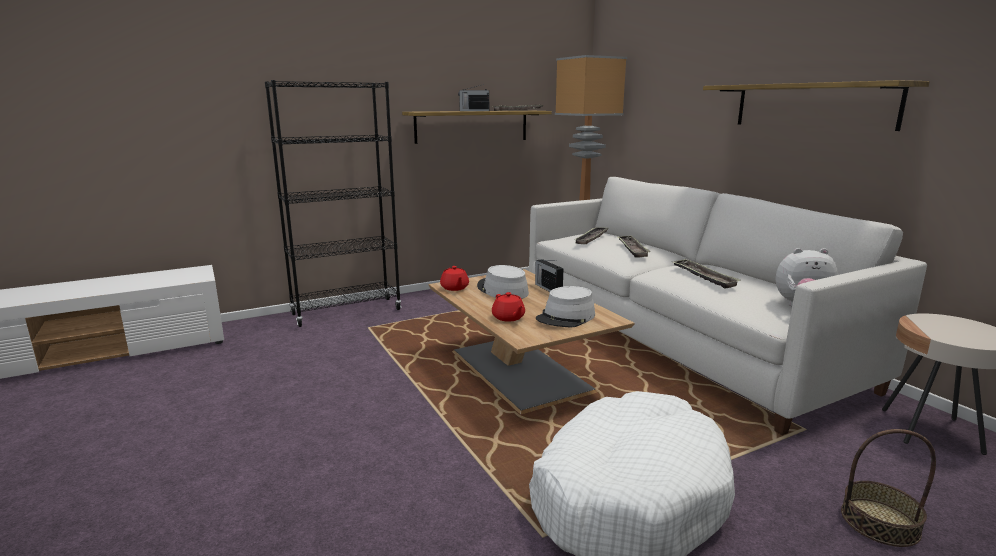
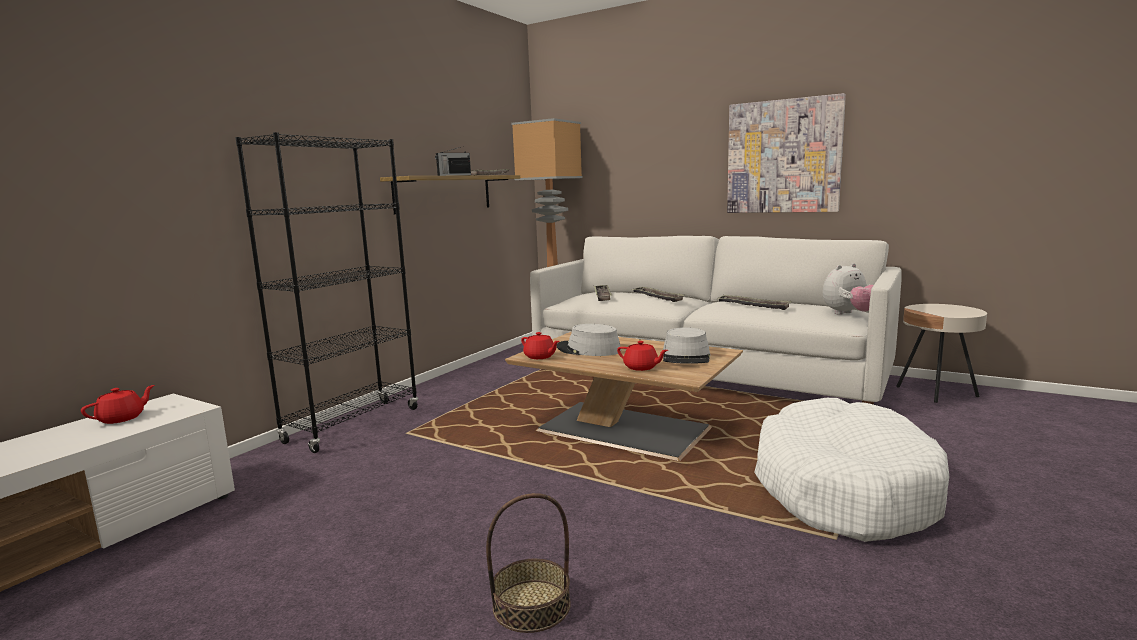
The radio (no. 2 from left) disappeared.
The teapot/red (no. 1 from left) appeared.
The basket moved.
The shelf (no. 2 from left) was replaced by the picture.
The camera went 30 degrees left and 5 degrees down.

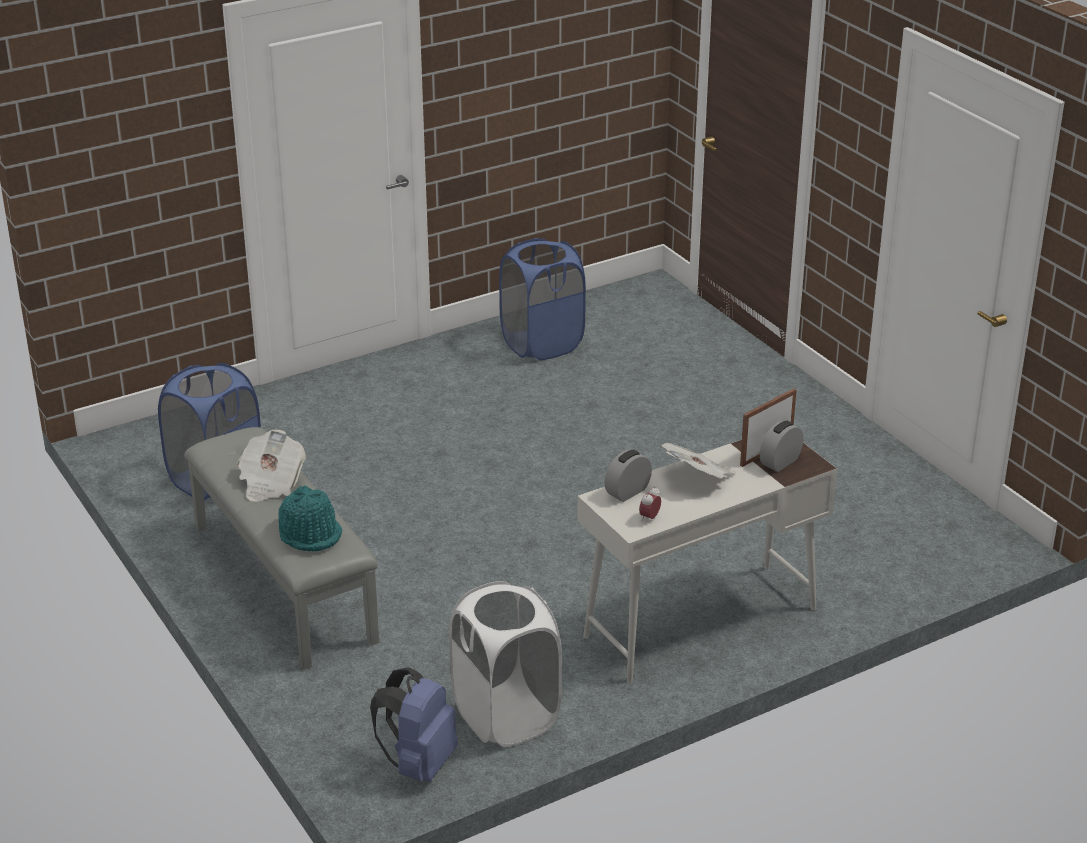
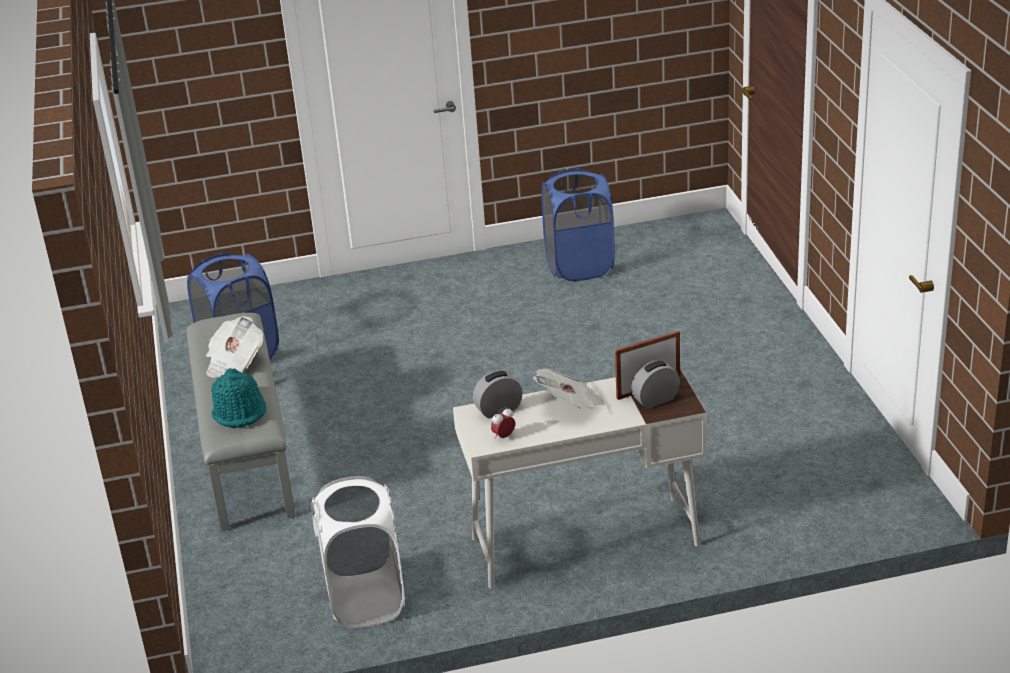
The backpack/blue disappeared.
The camera went 20 degrees right and 0 degrees up.

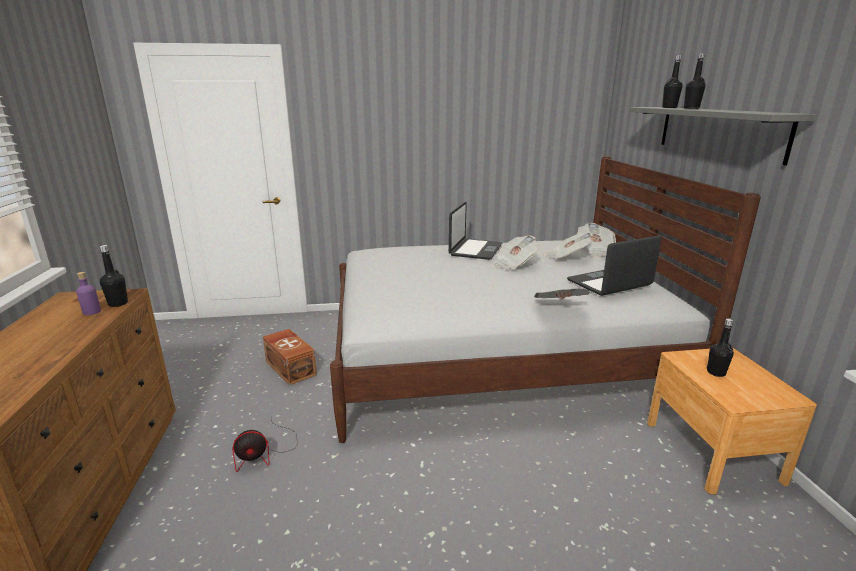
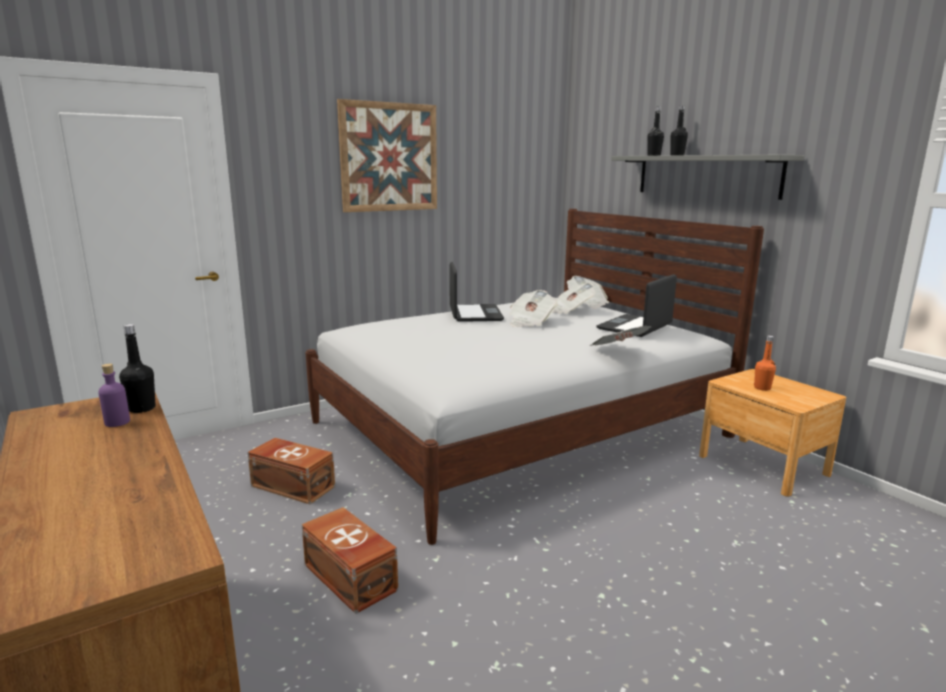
The picture appeared.
The fan was replaced by the storage box/brown (no. 2 from left).
The bottle/black (no. 4 from left) became the bottle/orange.
The camera went 25 degrees left and 5 degrees down.

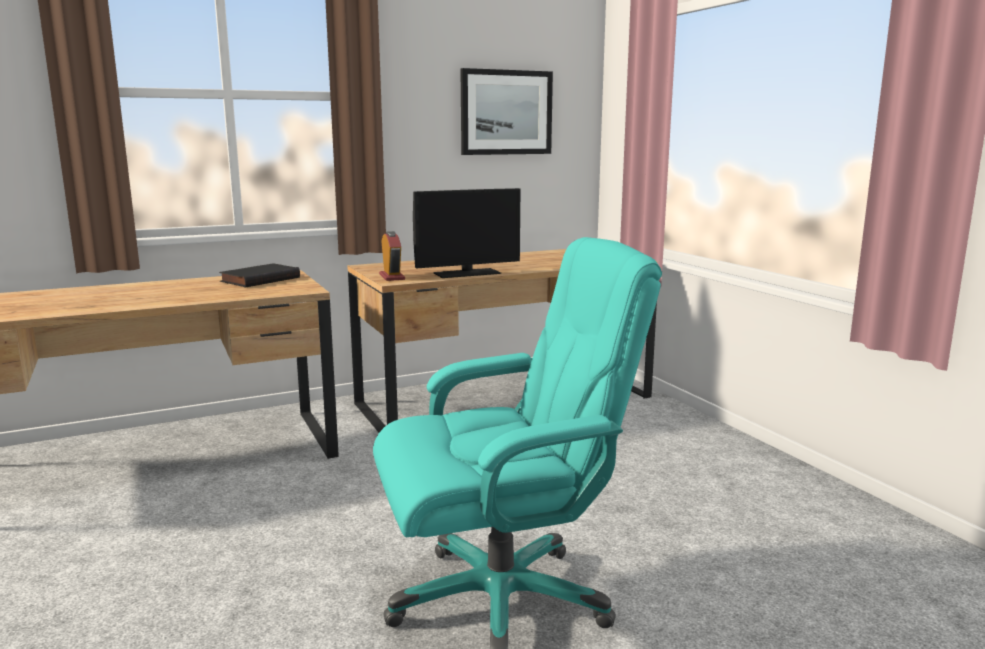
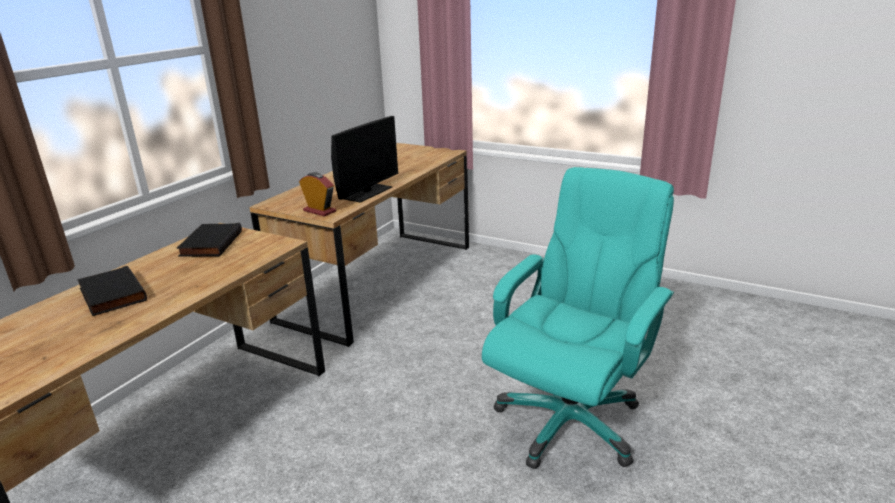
The picture disappeared.
The book/black (no. 1 from left) appeared.
The camera went 35 degrees left and 10 degrees up.

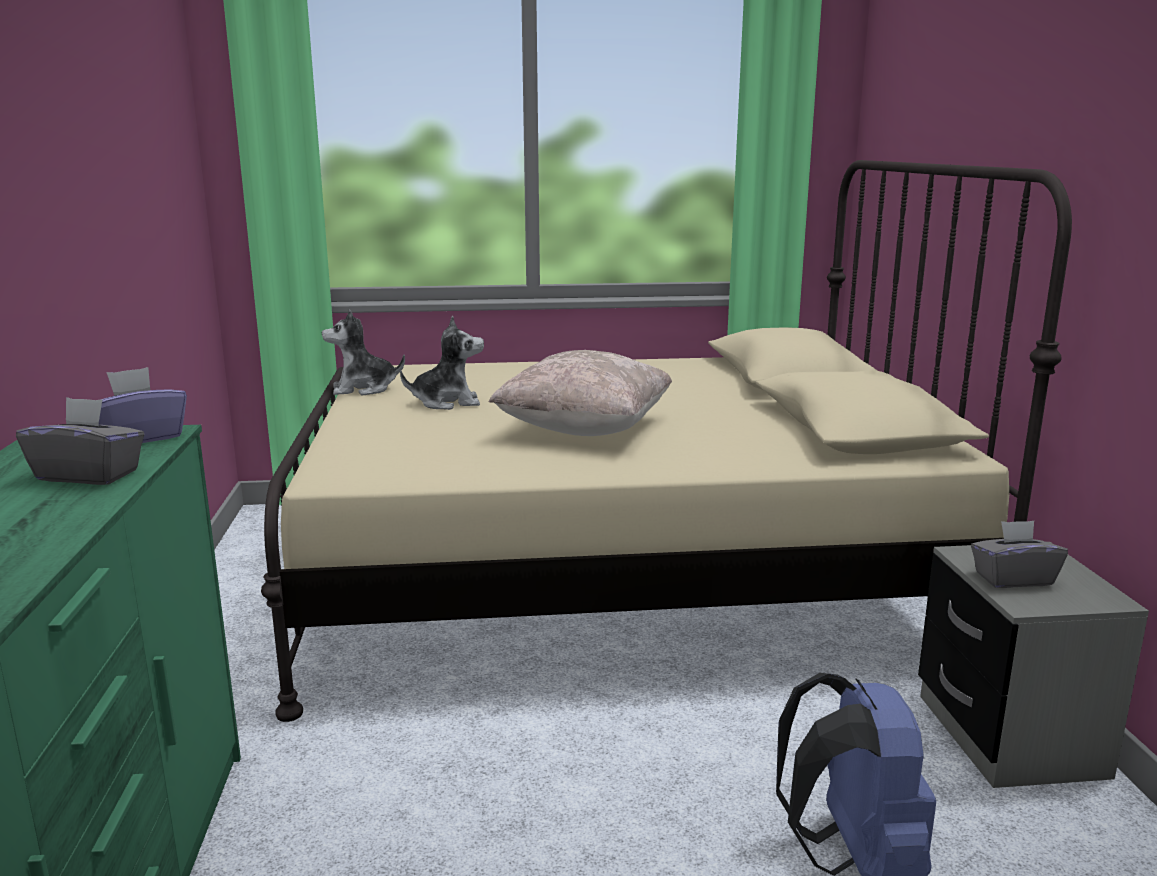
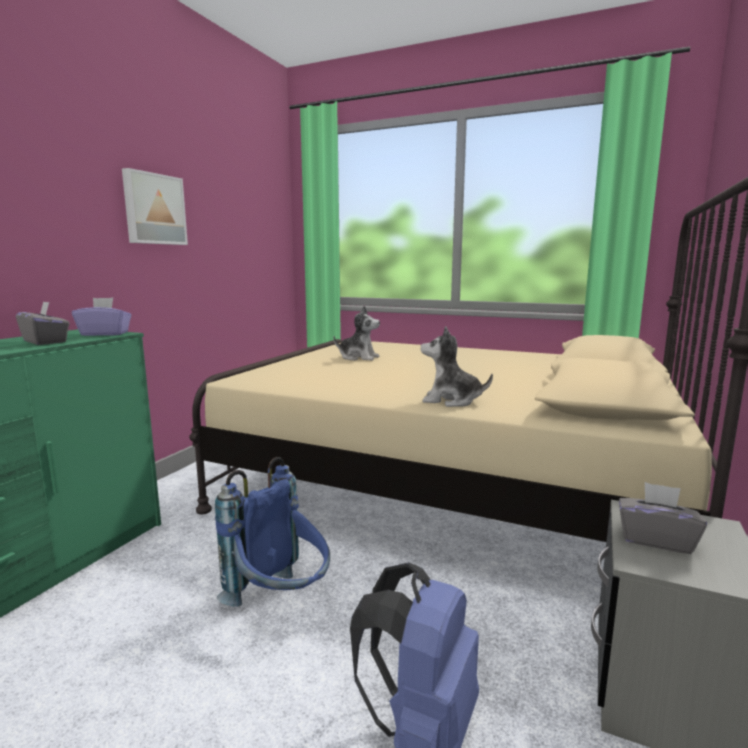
The pillow/beige disappeared.
The picture appeared.
The backpack/blue (no. 1 from left) appeared.
The plush toy (no. 1 from left in the first image) moved.
The camera went 30 degrees right and 5 degrees down.

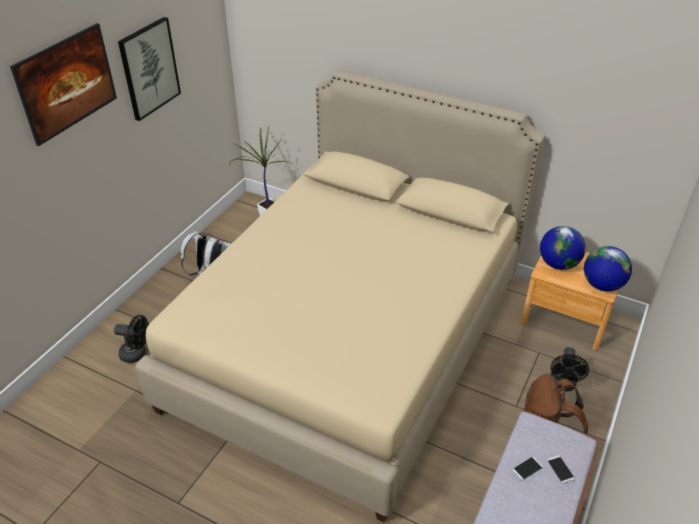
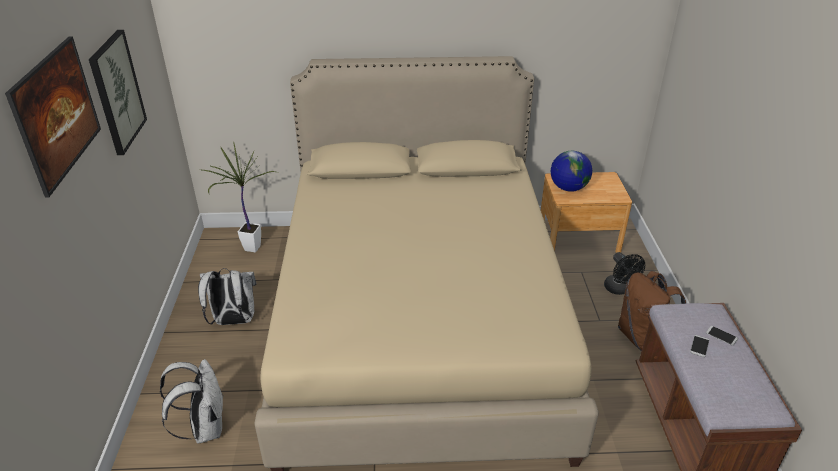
The globe (no. 2 from left) disappeared.
The fan/black (no. 1 from left) was replaced by the backpack/white (no. 1 from left).
The camera went 30 degrees left and 5 degrees down.

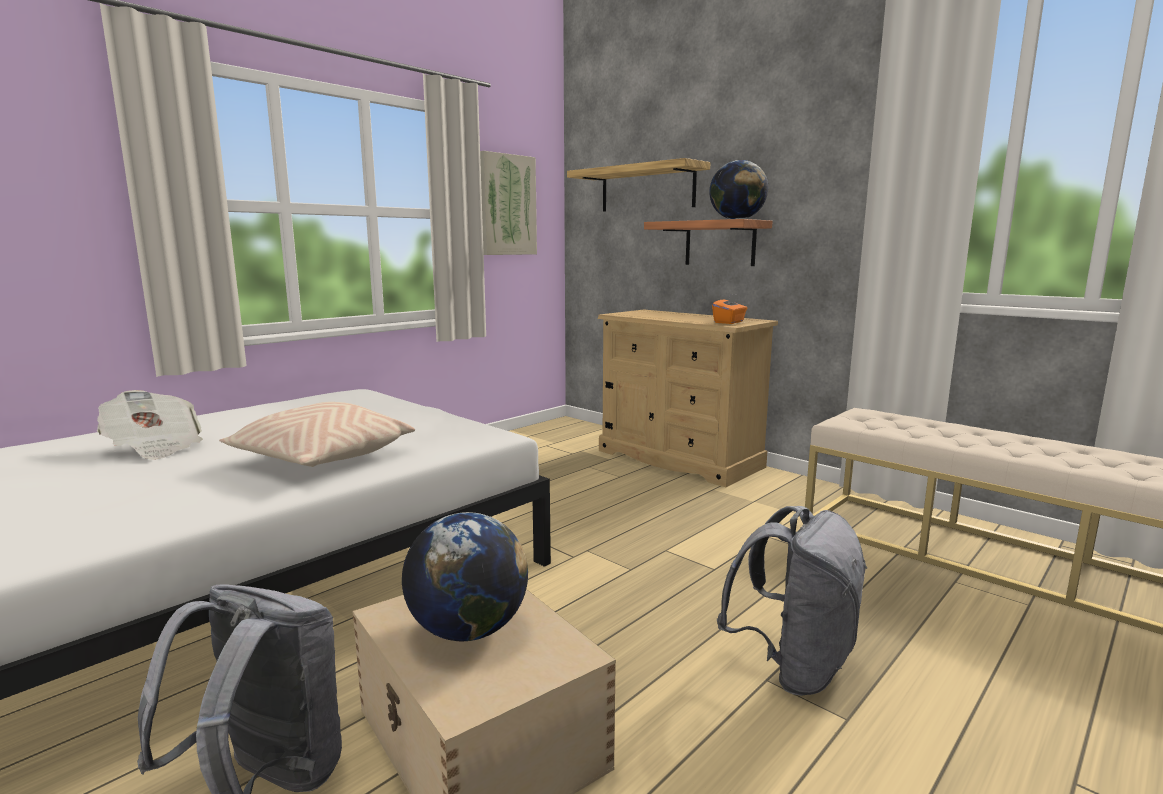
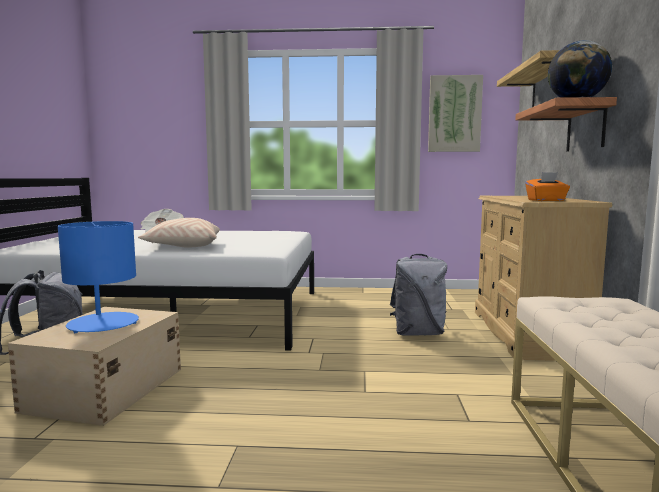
The backpack/grey (no. 2 from left) moved.
The globe (no. 1 from left) was replaced by the table lamp/blue.
The camera went 50 degrees right and 5 degrees down.

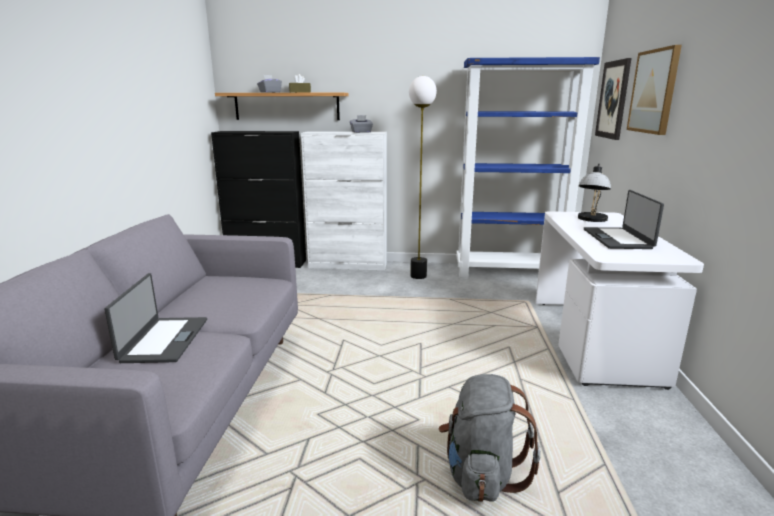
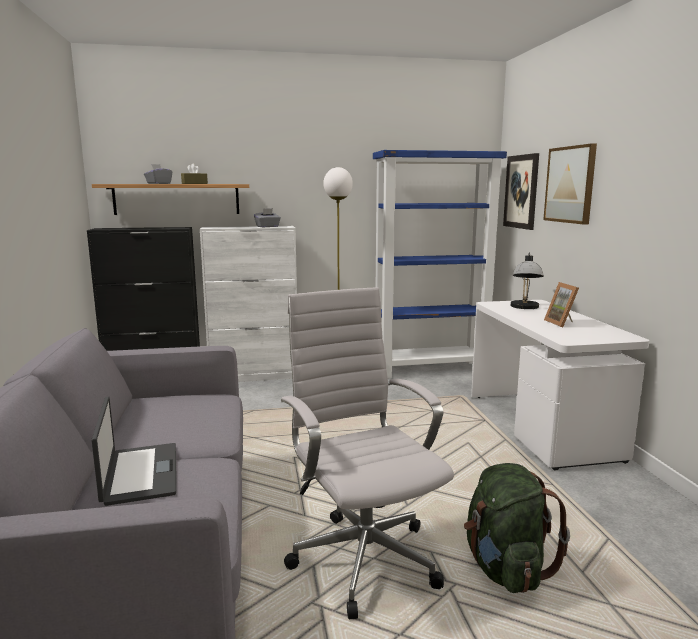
The office chair/white appeared.
The laptop (no. 2 from left) was replaced by the picture frame.
The backpack/grey became the backpack/green.
The camera went 15 degrees left and 5 degrees down.

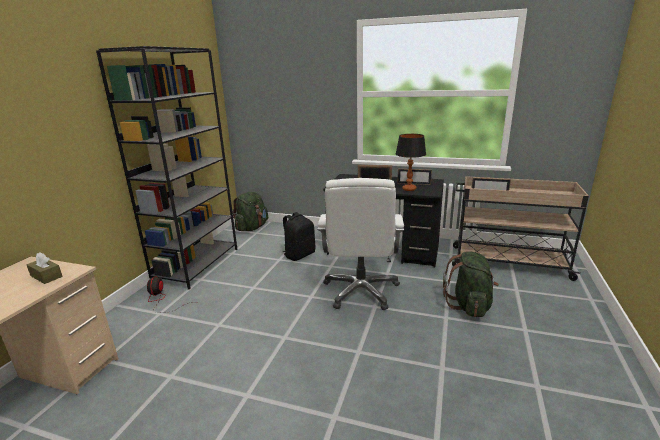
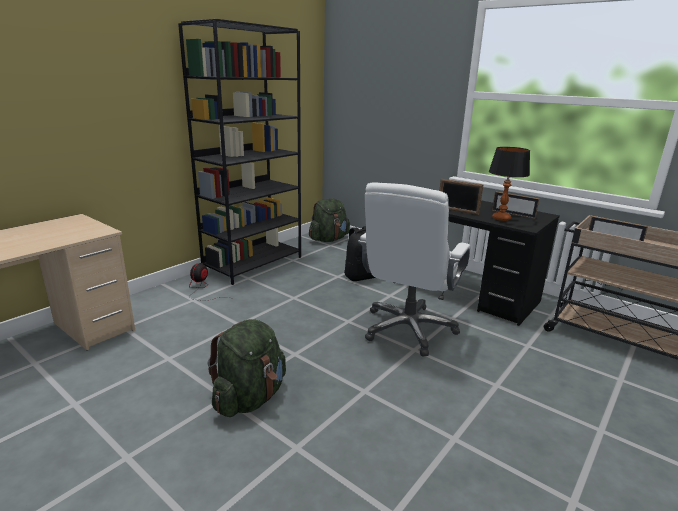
The tissue box/brown disappeared.
The backpack/green (no. 2 from left in the first image) moved.
The camera went 20 degrees right and 0 degrees up.

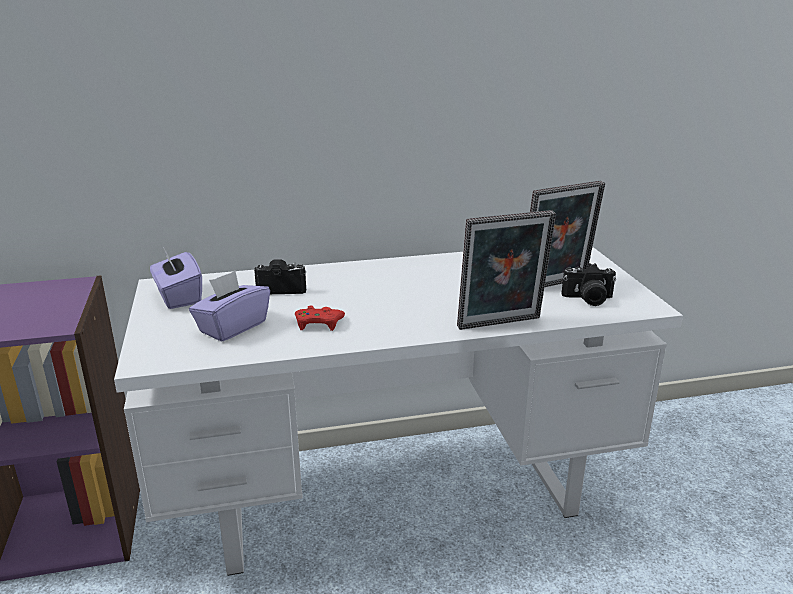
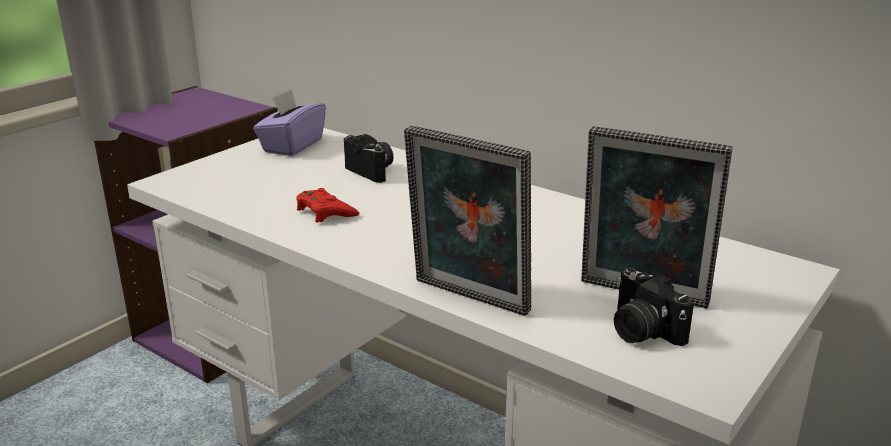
The tissue box/purple (no. 2 from left) disappeared.
The camera went 50 degrees right and 0 degrees up.

